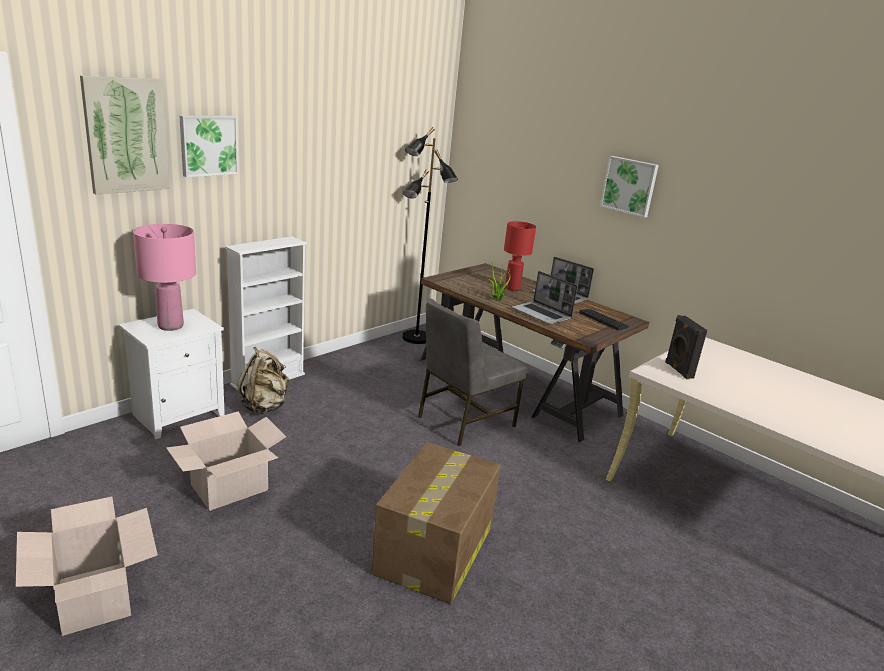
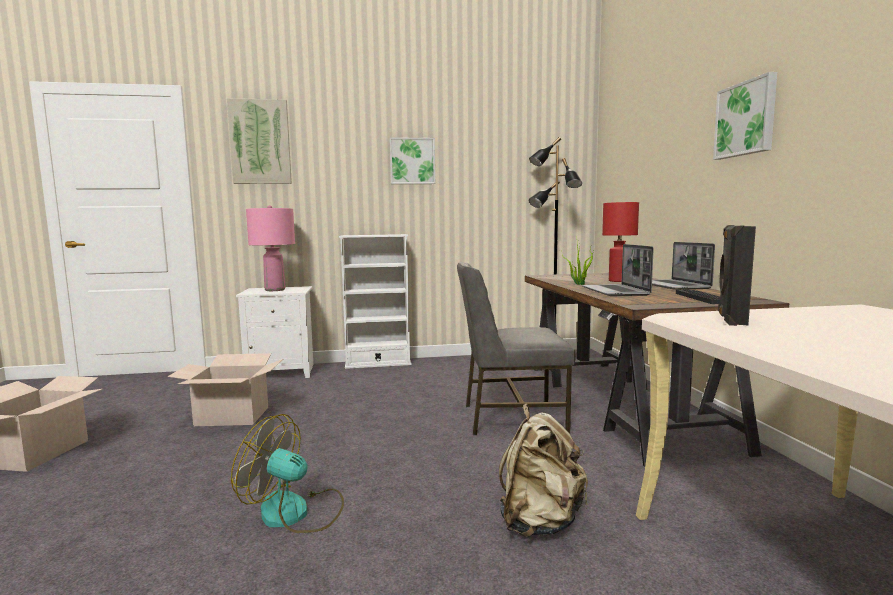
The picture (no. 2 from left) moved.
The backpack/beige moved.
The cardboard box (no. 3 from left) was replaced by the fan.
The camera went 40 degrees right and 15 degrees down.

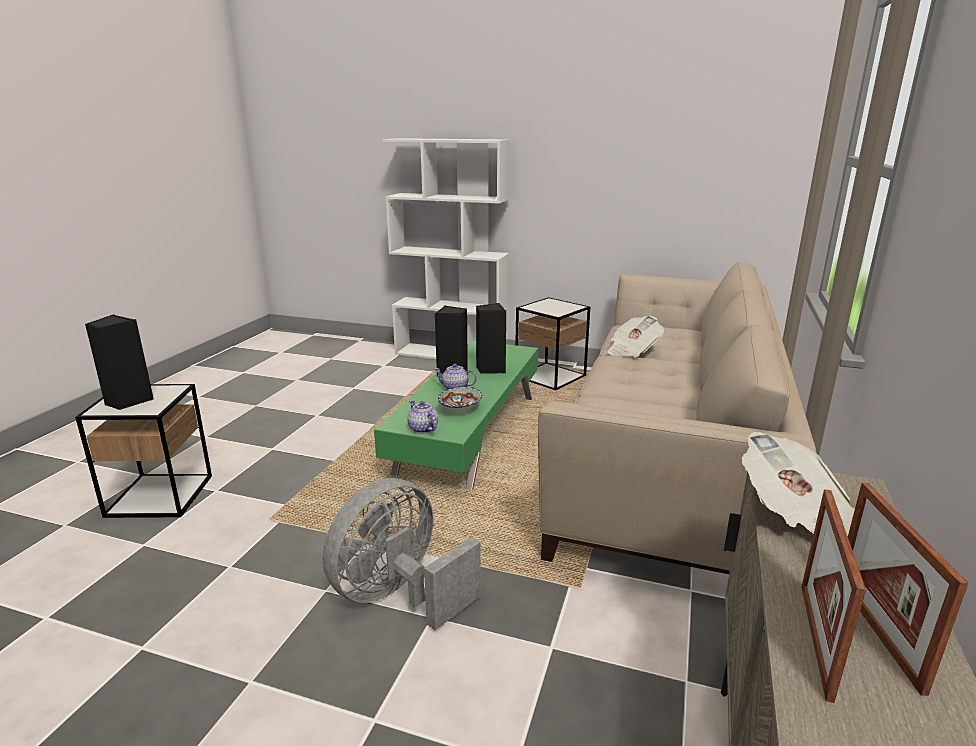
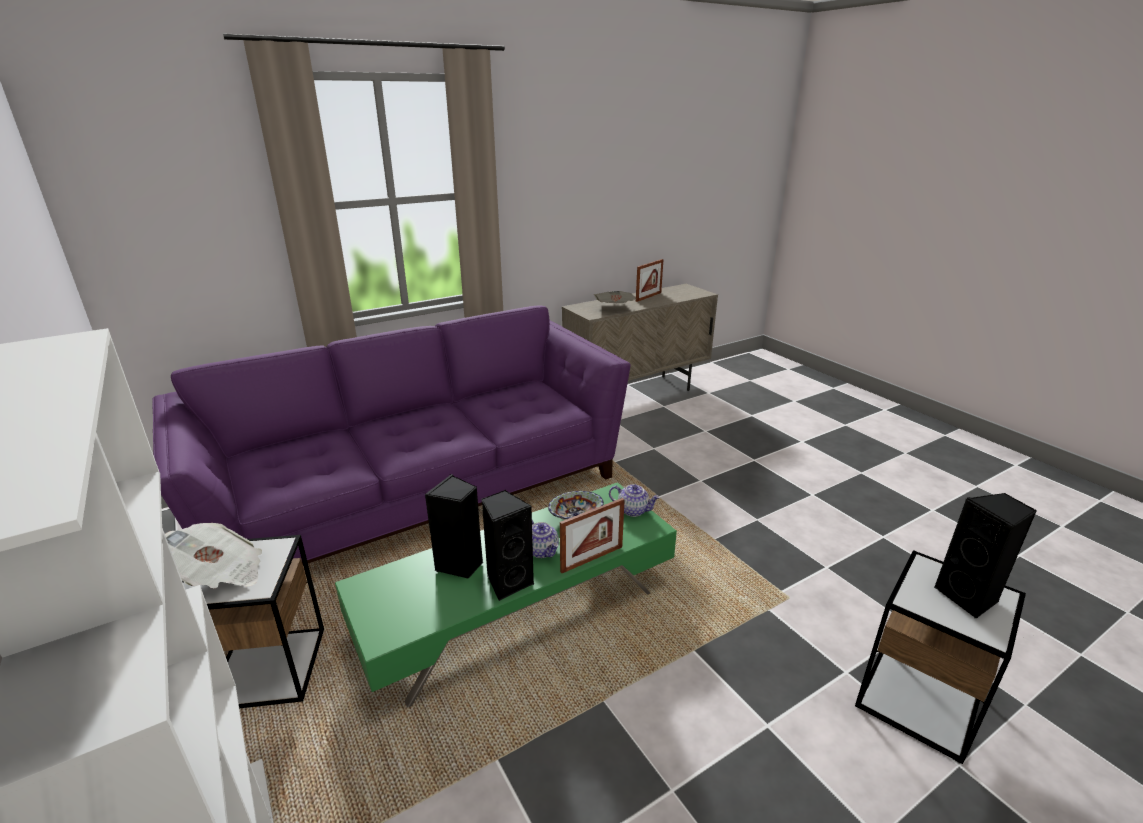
The fan/grey disappeared.
The newspaper (no. 1 from left) moved.
The picture frame (no. 1 from left) moved.
The sofa/beige became the sofa/purple.
The teapot (no. 1 from left in the first image) turned 75 degrees counterclockwise.
The camera went 140 degrees left and 5 degrees up.

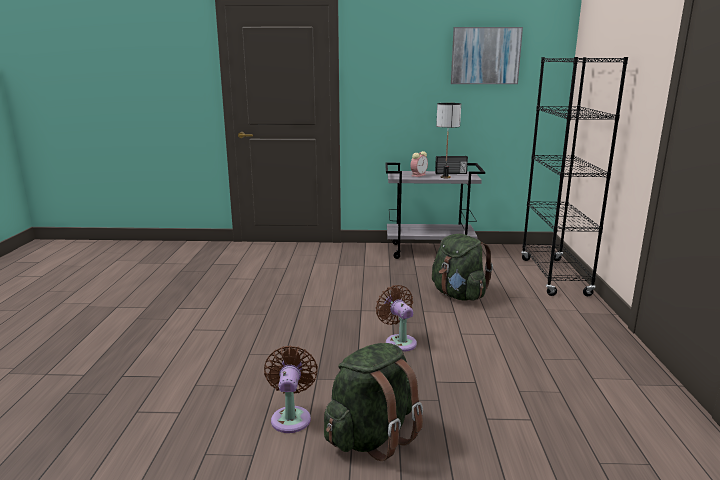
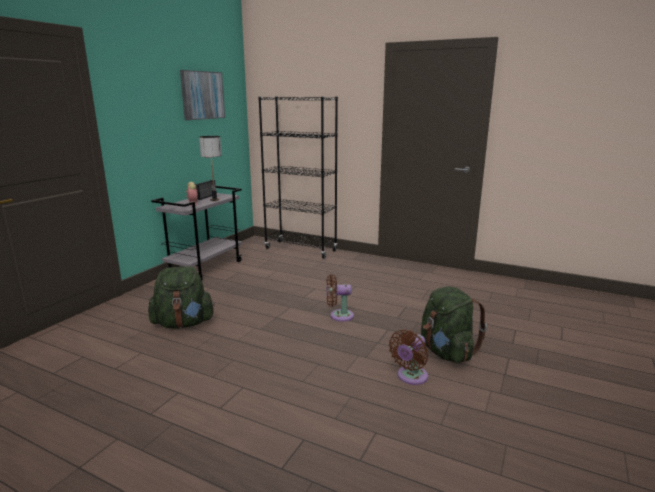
The backpack/green (no. 2 from left in the first image) moved.
The fan/brown (no. 1 from left in the first image) turned 75 degrees counterclockwise.
The camera went 65 degrees left and 0 degrees up.

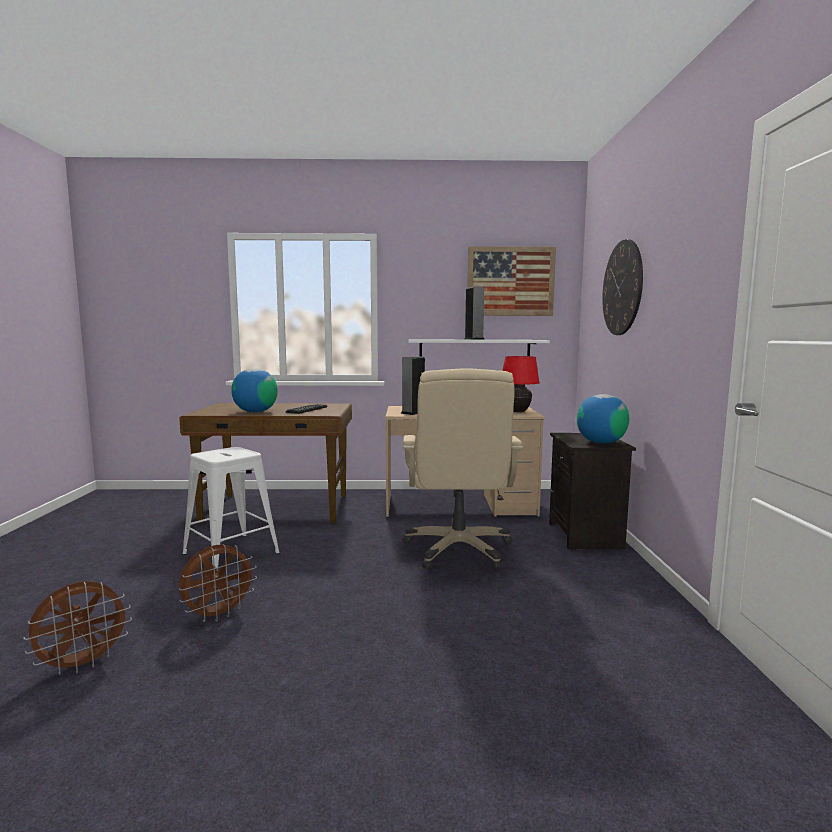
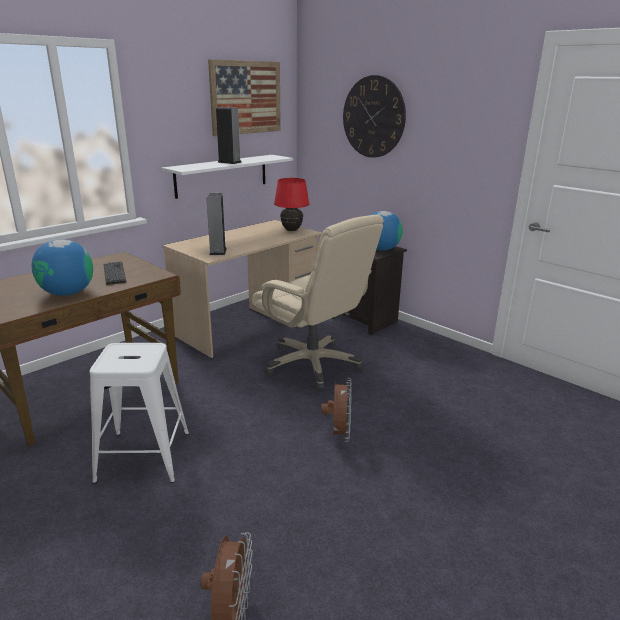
The fan/brown (no. 2 from left) moved.
The camera went 45 degrees left and 15 degrees up.

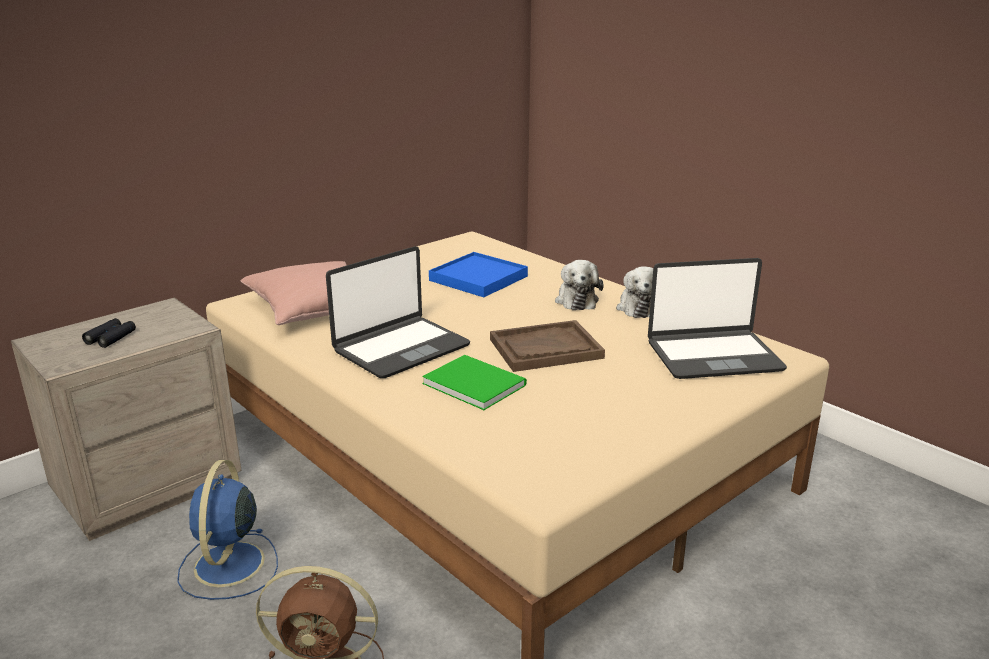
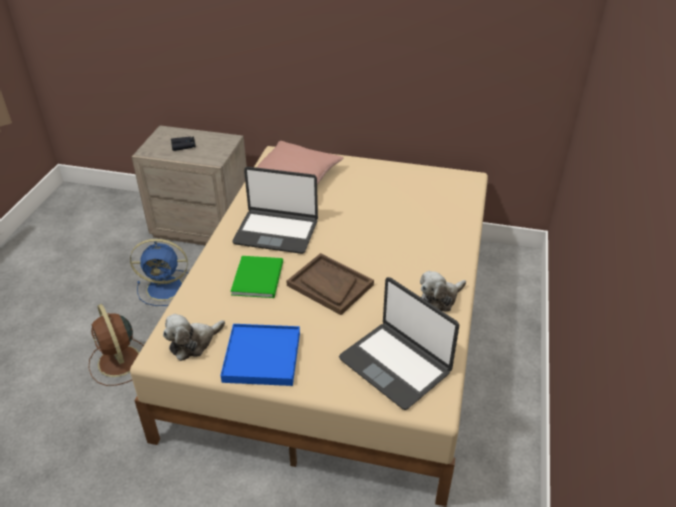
The tray/blue moved.
The plush toy (no. 1 from left) moved.
The fan/blue turned 150 degrees counterclockwise.
The camera went 55 degrees right and 15 degrees up.

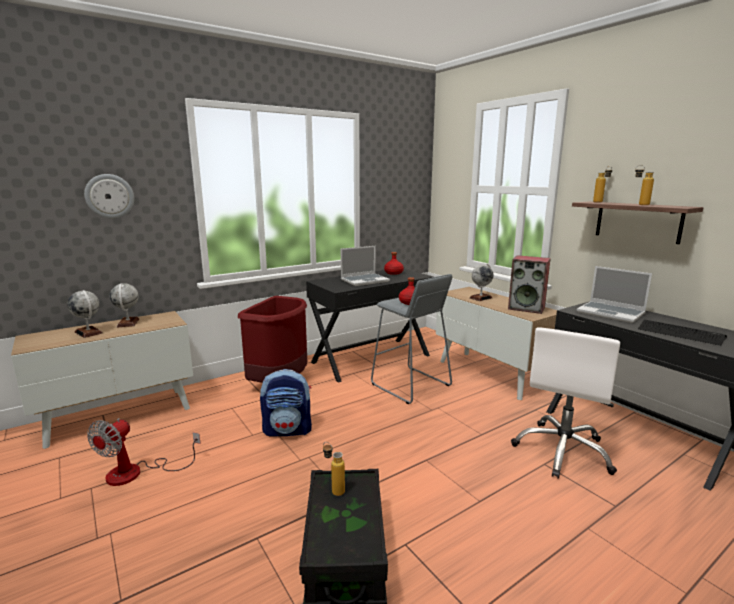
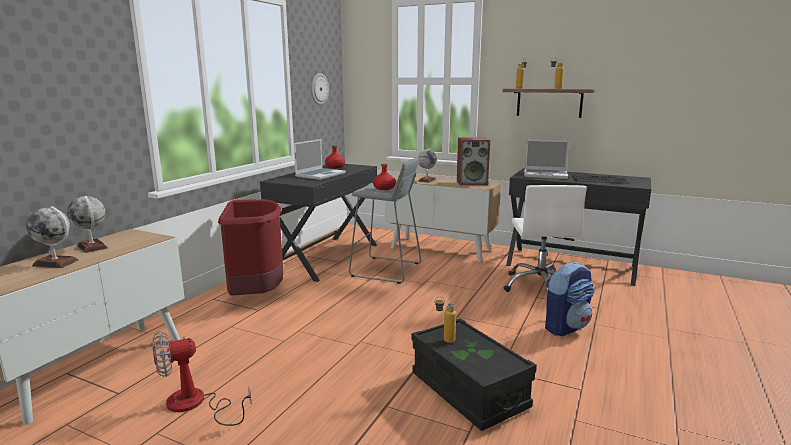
The wall clock moved.
The backpack moved.
The fan turned 75 degrees clockwise.
The camera went 30 degrees left and 0 degrees up.

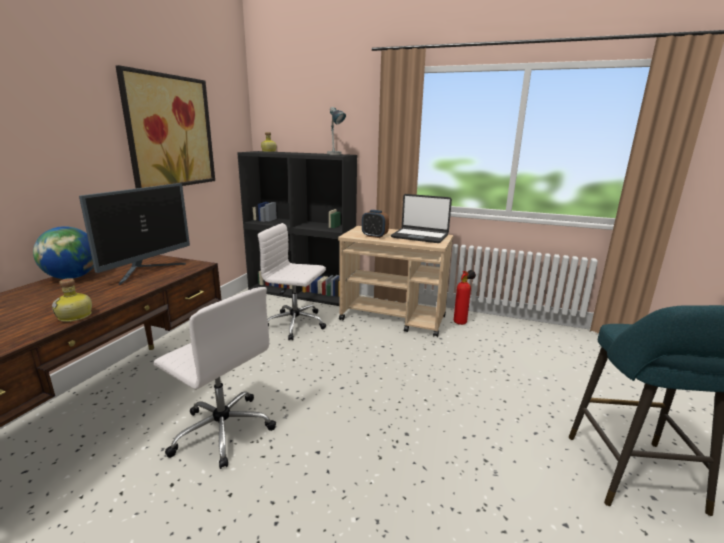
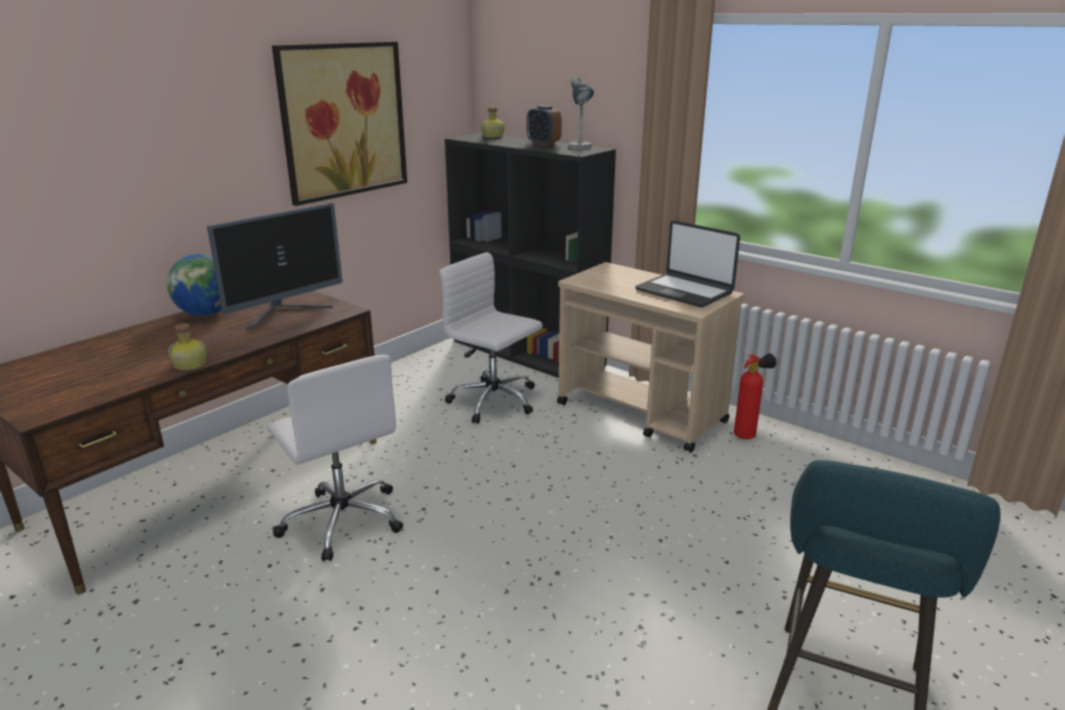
The alarm clock moved.
The camera went 20 degrees right and 5 degrees up.

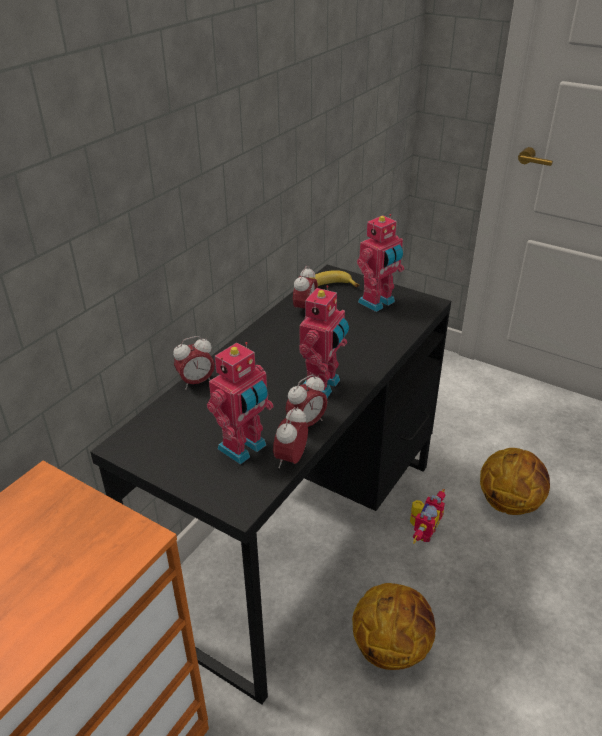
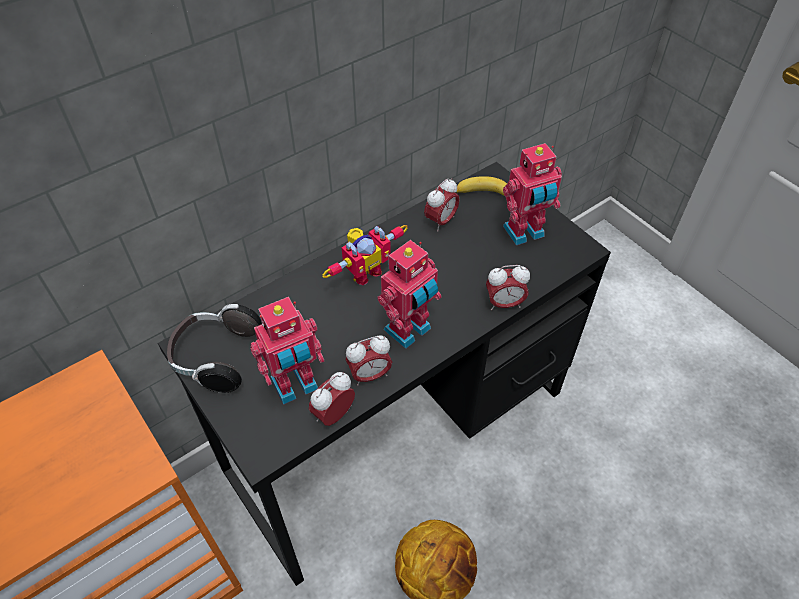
The basketball (no. 2 from left) disappeared.
The headphones appeared.
The alarm clock (no. 1 from left in the first image) moved.
The toy robot (no. 4 from left in the first image) moved.
The camera went 20 degrees right and 15 degrees up.

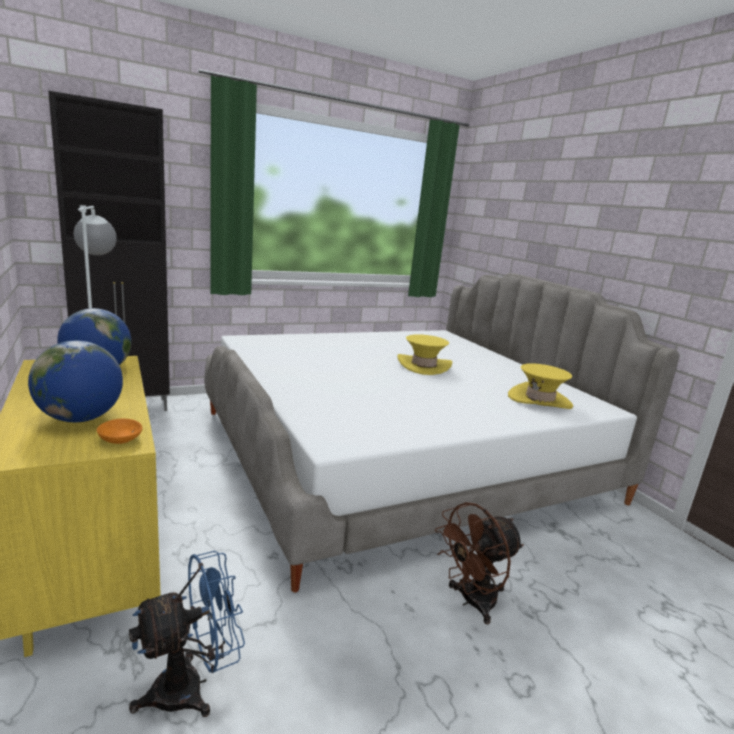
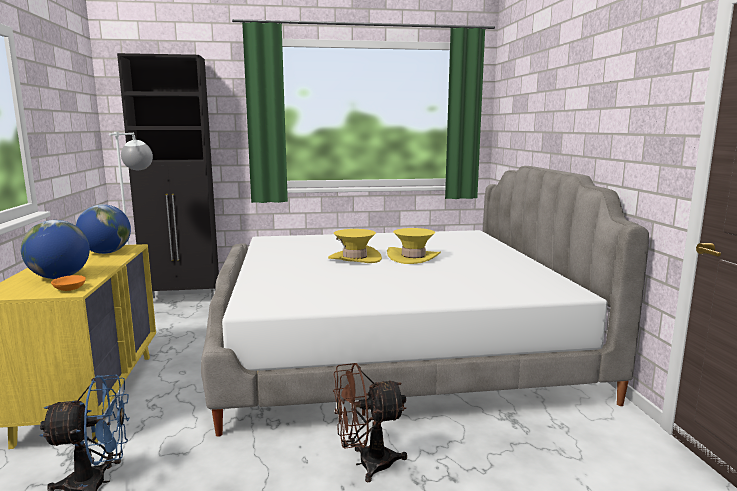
The hat/yellow (no. 2 from left in the first image) moved.
The camera went 20 degrees right and 5 degrees down.

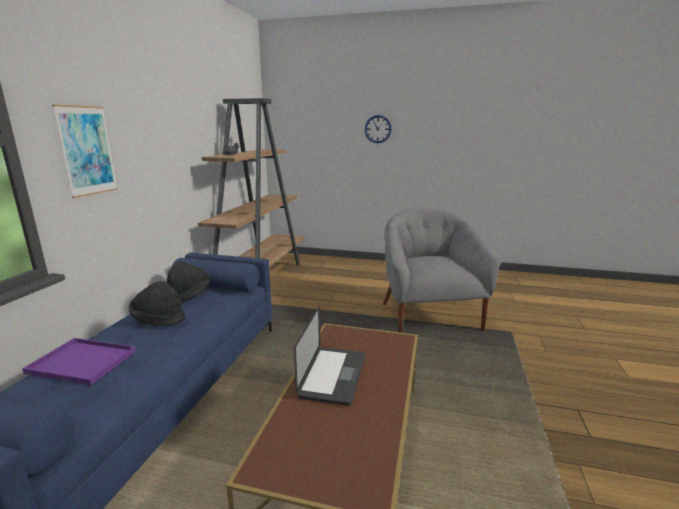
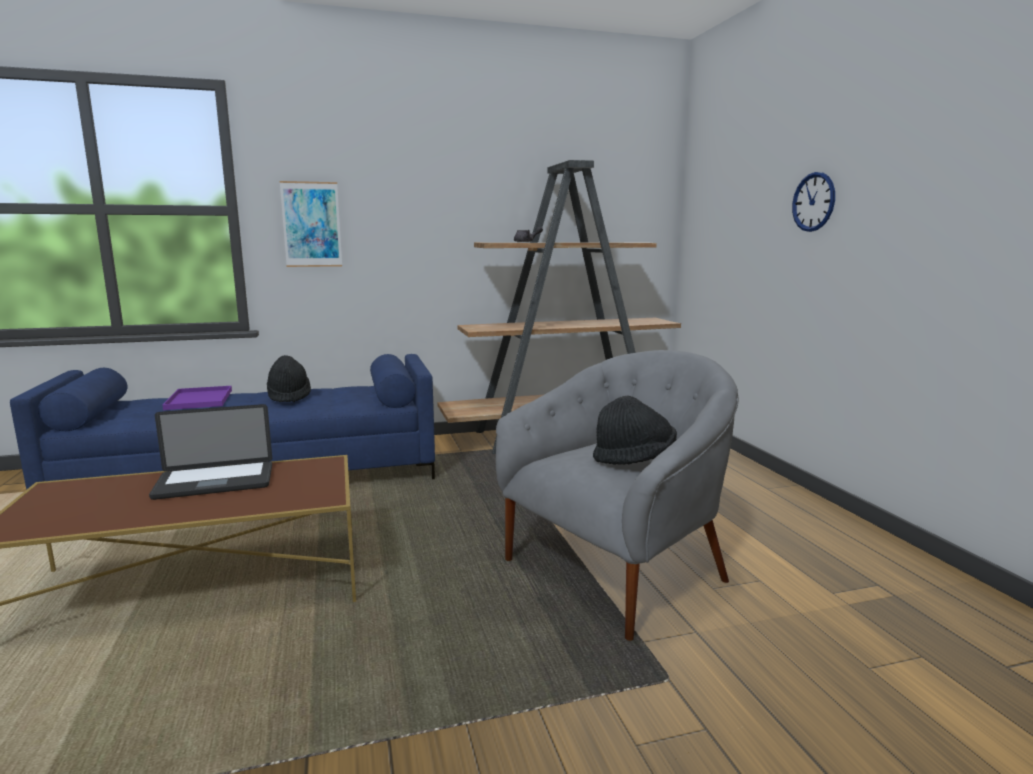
The hat/black (no. 2 from left) moved.
The camera went 60 degrees right and 5 degrees down.

